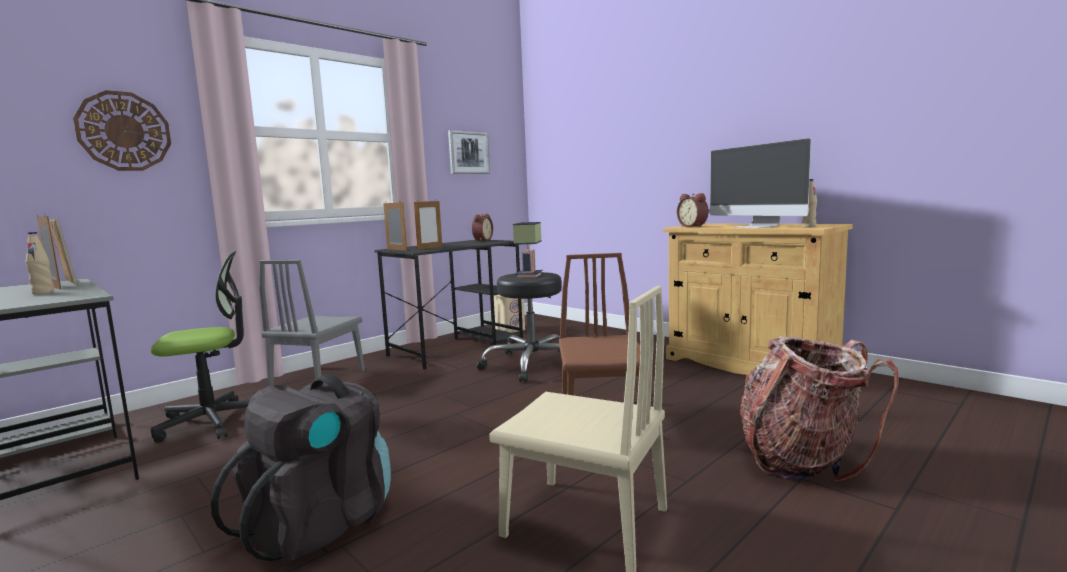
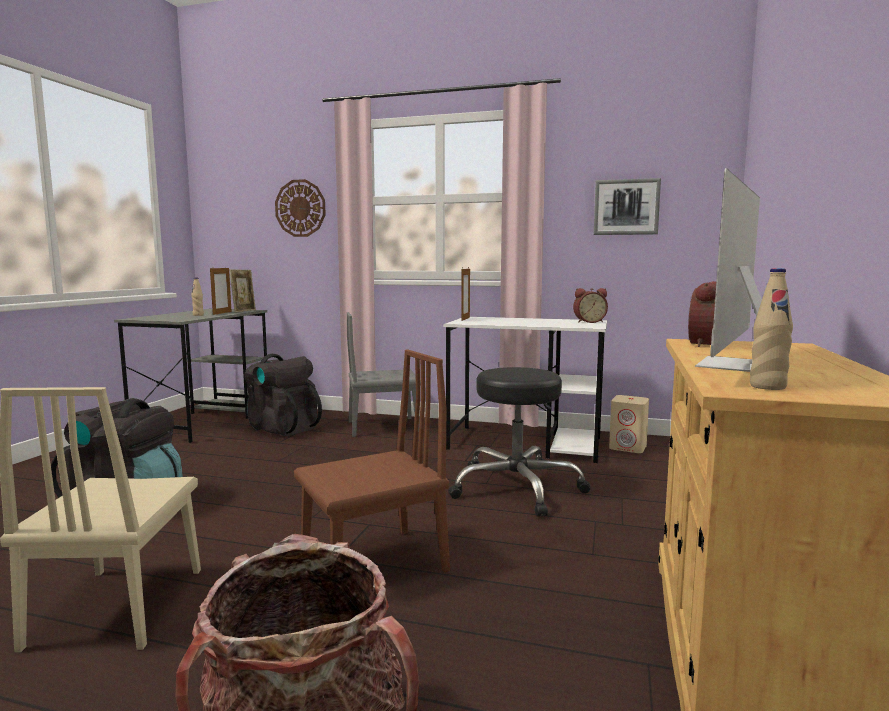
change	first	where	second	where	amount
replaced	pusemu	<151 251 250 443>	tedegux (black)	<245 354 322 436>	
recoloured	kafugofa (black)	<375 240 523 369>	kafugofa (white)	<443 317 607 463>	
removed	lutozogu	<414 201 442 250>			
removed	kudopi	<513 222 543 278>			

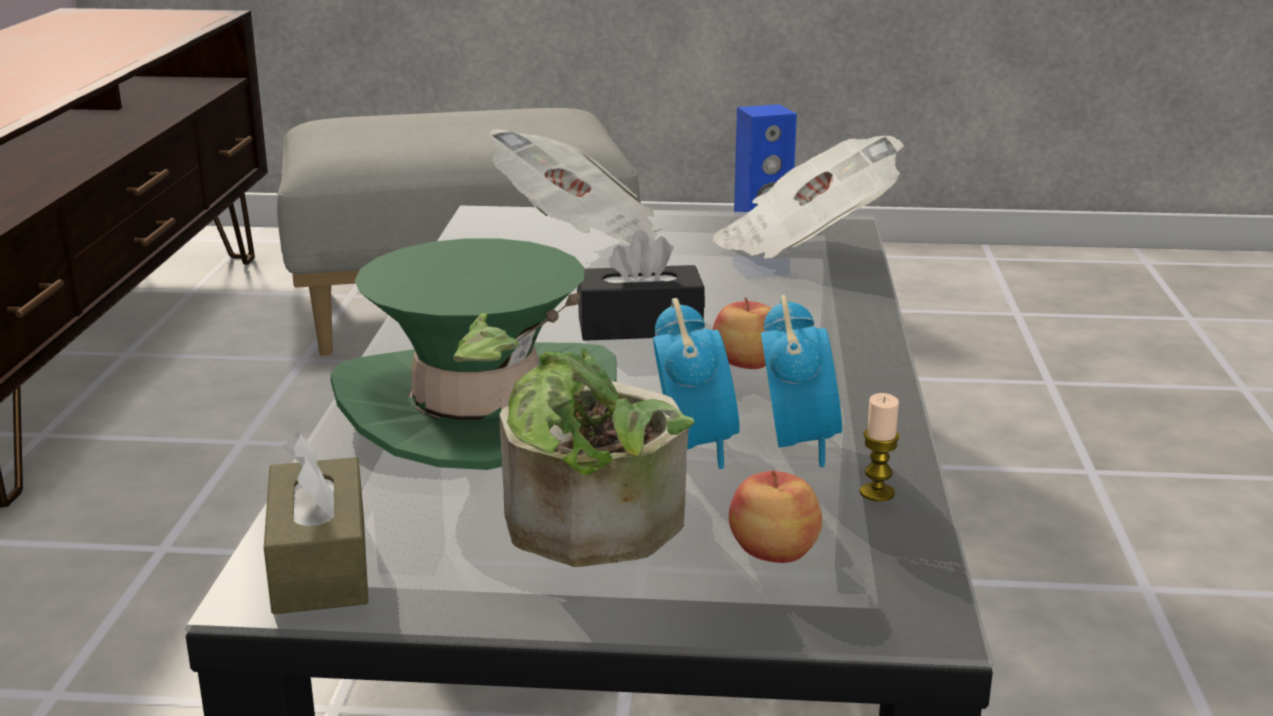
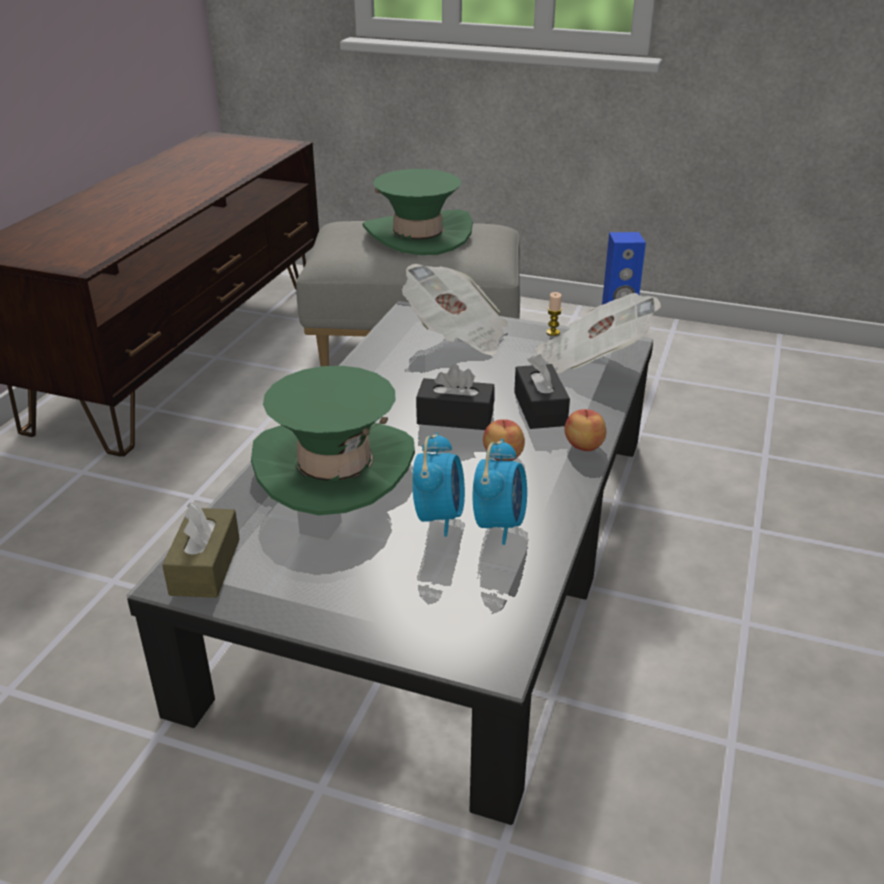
change	first	where	second	where	amount
removed	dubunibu	<453 313 694 567>			
moved	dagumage	<729 470 822 563>		<564 409 606 451>	
moved	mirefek	<860 393 900 502>		<546 292 562 336>	
added			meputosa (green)	<363 169 473 255>	
added			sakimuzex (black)	<514 354 570 429>	

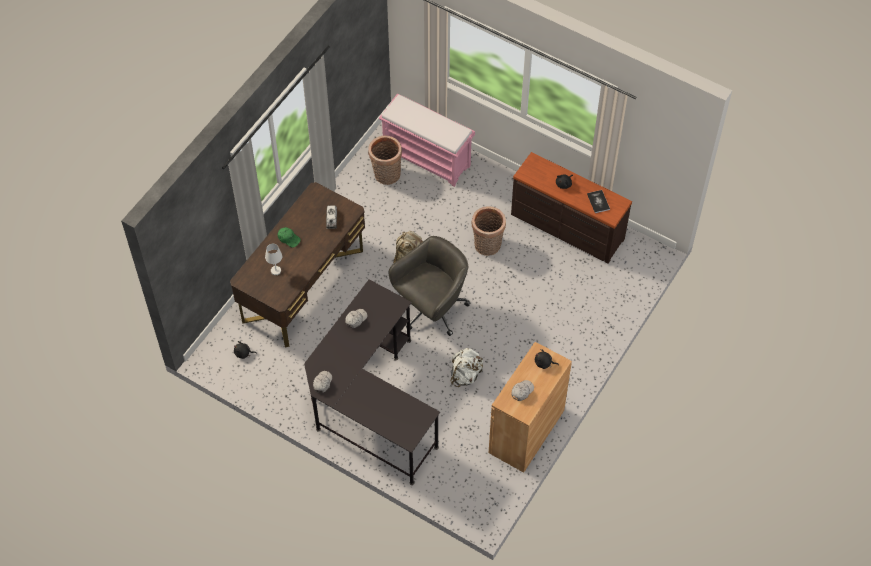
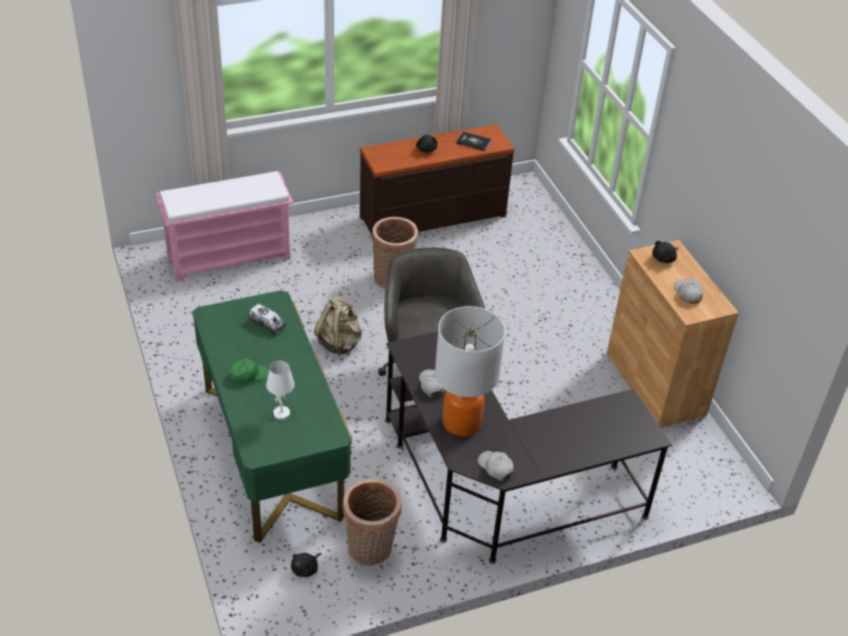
change	first	where	second	where	amount
recoloured	kafugofa (brown)	<230 182 365 347>	kafugofa (green)	<192 290 352 543>	
moved	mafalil	<368 136 402 185>		<343 479 402 566>	
removed	tedegux (white)	<450 348 483 387>			
added			kudopi	<435 306 505 436>	

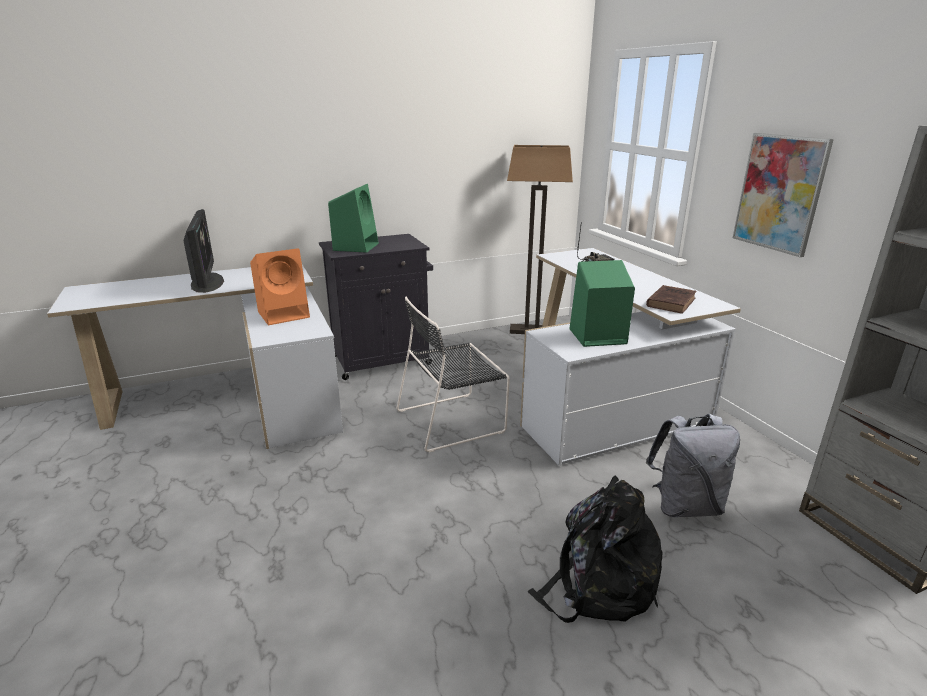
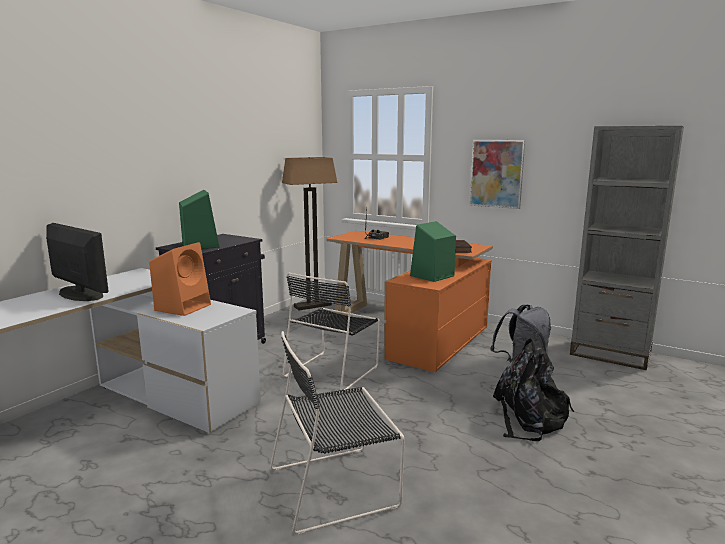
change	first	where	second	where	amount
recoloured	kafugofa (white)	<520 248 741 465>	kafugofa (orange)	<326 231 493 373>	
added			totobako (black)	<270 331 404 535>	

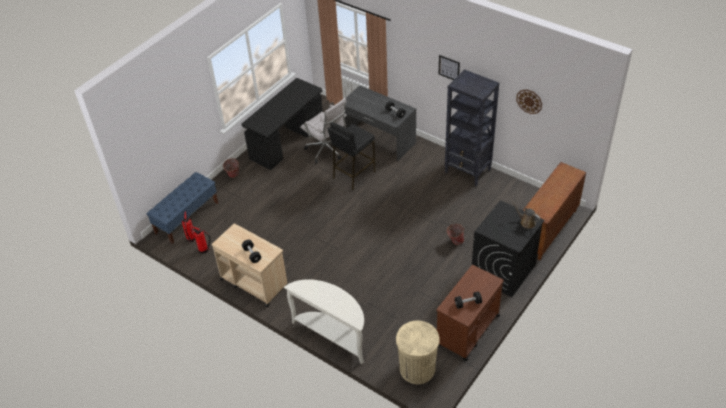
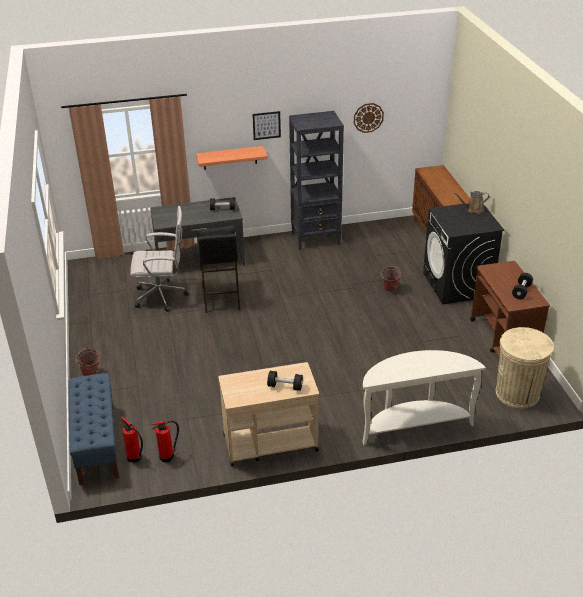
change	first	where	second	where	amount
removed	kafugofa (black)	<241 78 323 170>			
added			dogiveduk	<196 146 268 170>	

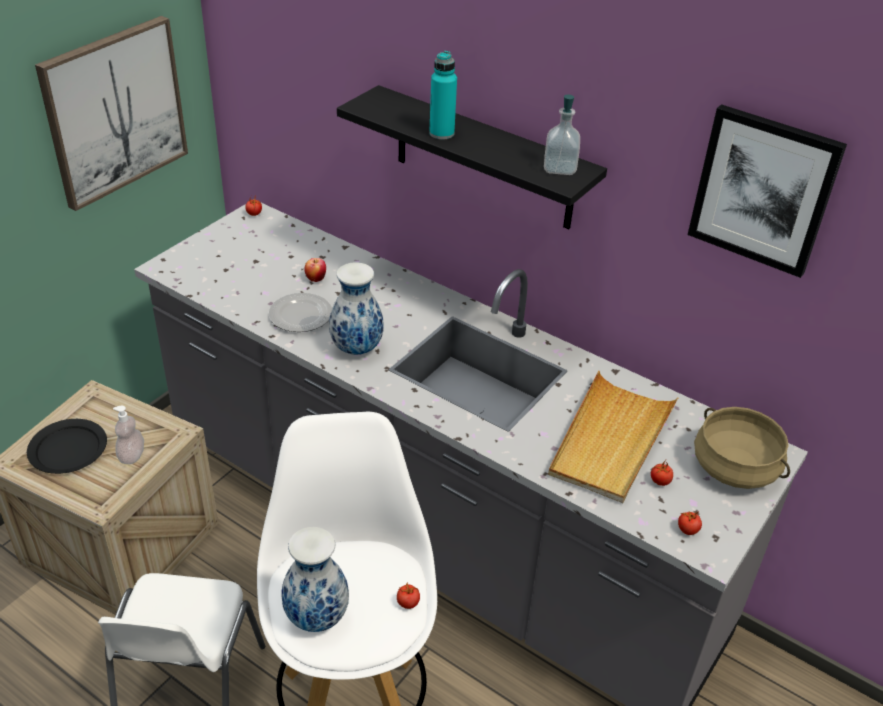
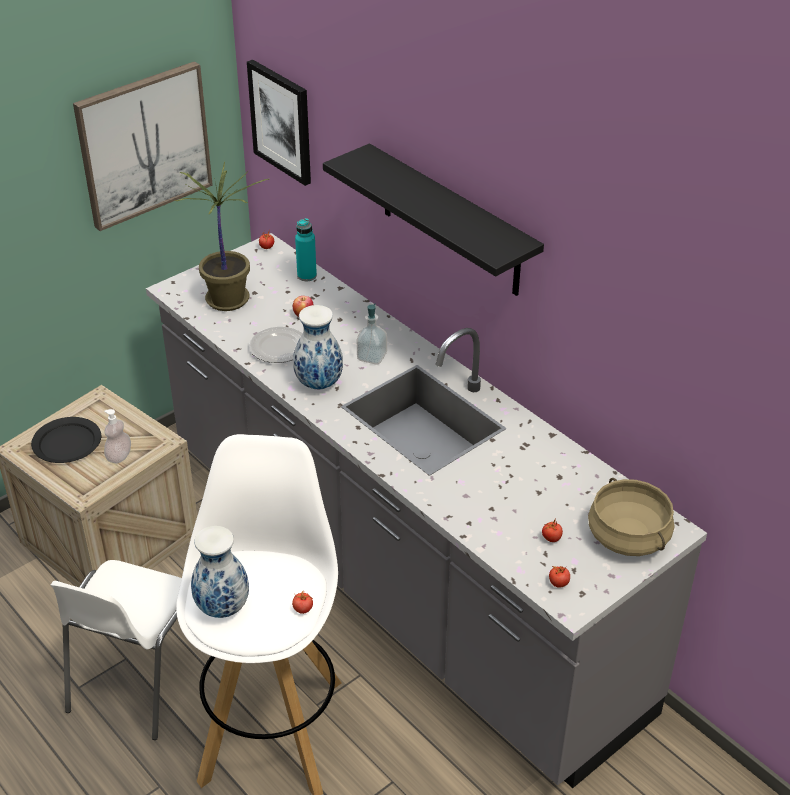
change	first	where	second	where	amount
moved	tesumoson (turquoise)	<429 51 457 139>		<295 218 317 281>	
moved	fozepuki	<544 95 580 175>		<357 304 387 364>	
removed	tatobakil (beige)	<548 371 678 503>			
moved	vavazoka	<688 104 847 278>		<247 60 311 186>	
added			dubunibu	<173 162 269 311>	

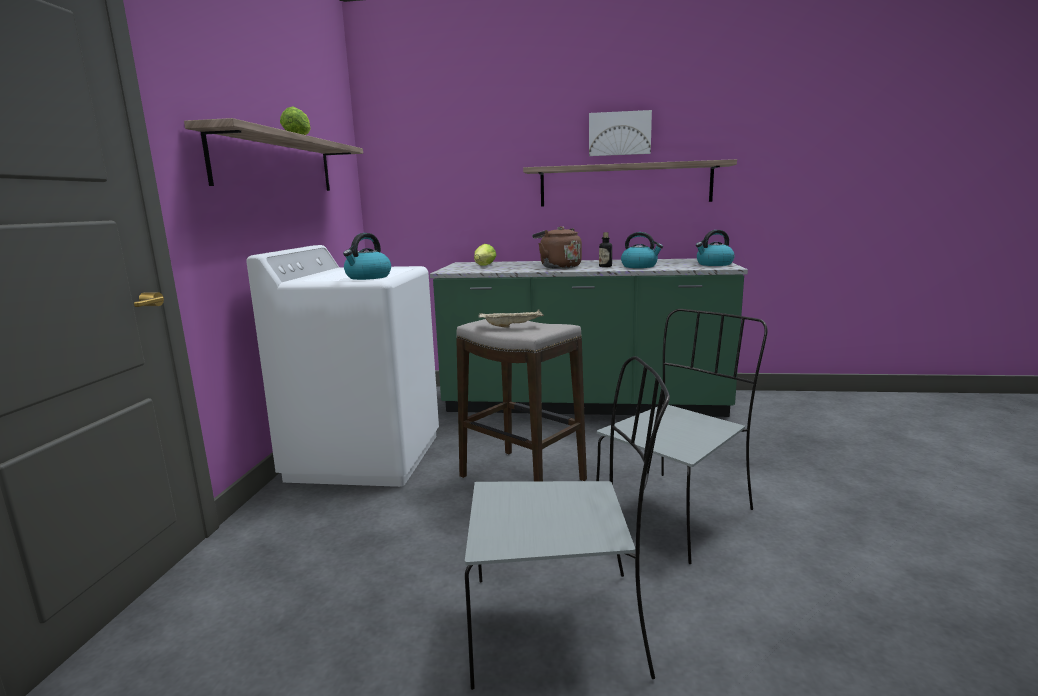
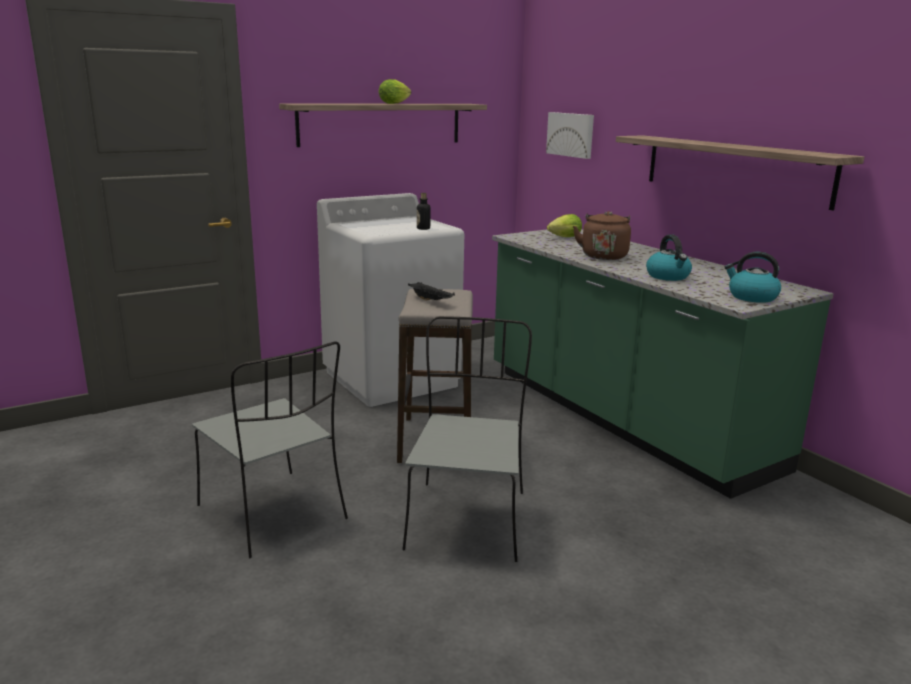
change	first	where	second	where	amount
removed	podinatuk	<343 233 391 280>			
recoloured	tatobakil (beige)	<478 310 544 327>	tatobakil (black)	<408 282 455 301>	
moved	vavazoka	<589 110 652 156>		<546 112 594 159>	
turned	totobako (grey)	<596 309 768 564>		<402 316 532 562>	90 degrees counterclockwise
moved	tesumoson	<599 232 612 267>		<417 193 430 230>	

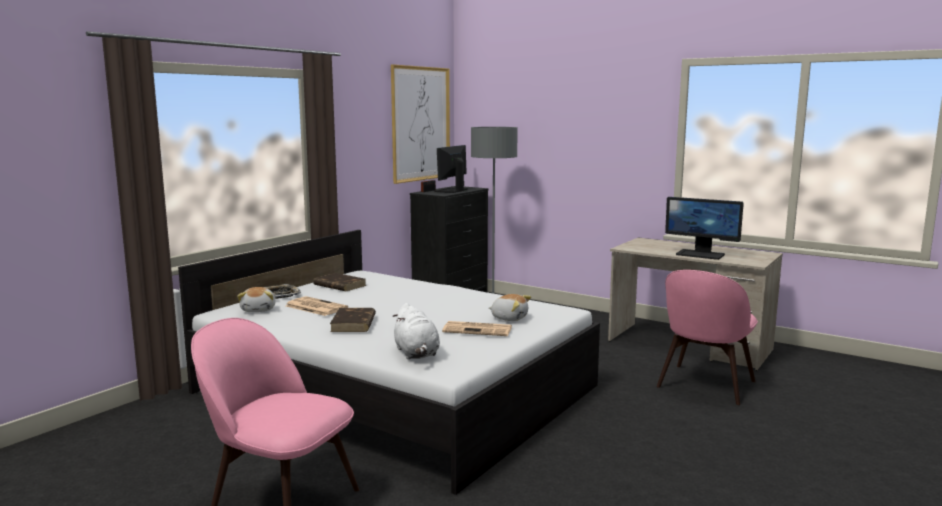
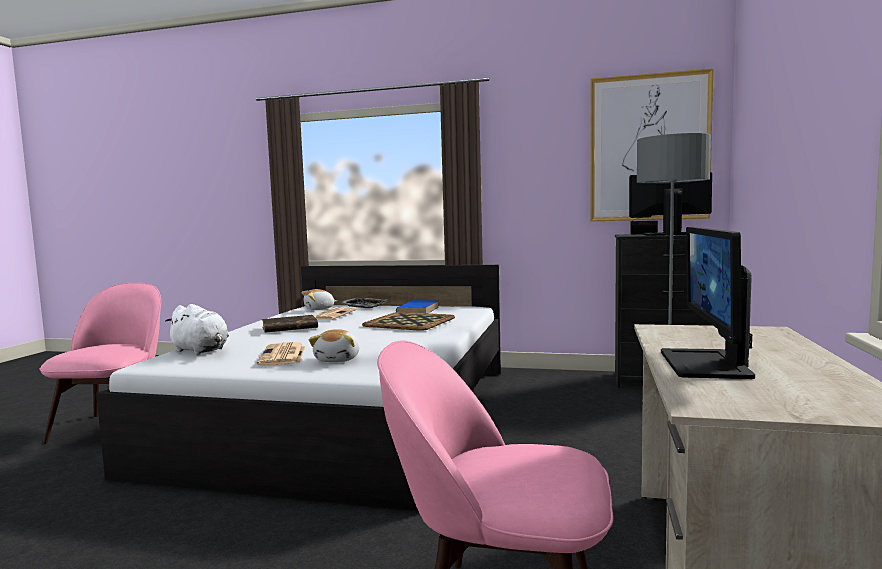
change	first	where	second	where	amount
recoloured	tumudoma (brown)	<313 273 367 291>	tumudoma (blue)	<396 300 439 313>	
turned	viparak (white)	<392 303 440 359>		<165 304 229 355>	105 degrees counterclockwise
added			tatobakil	<362 312 455 331>	

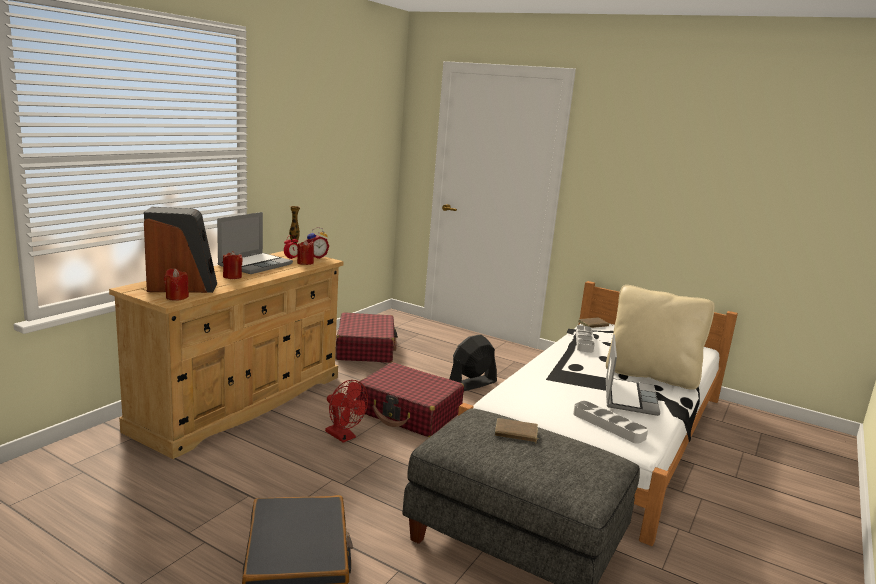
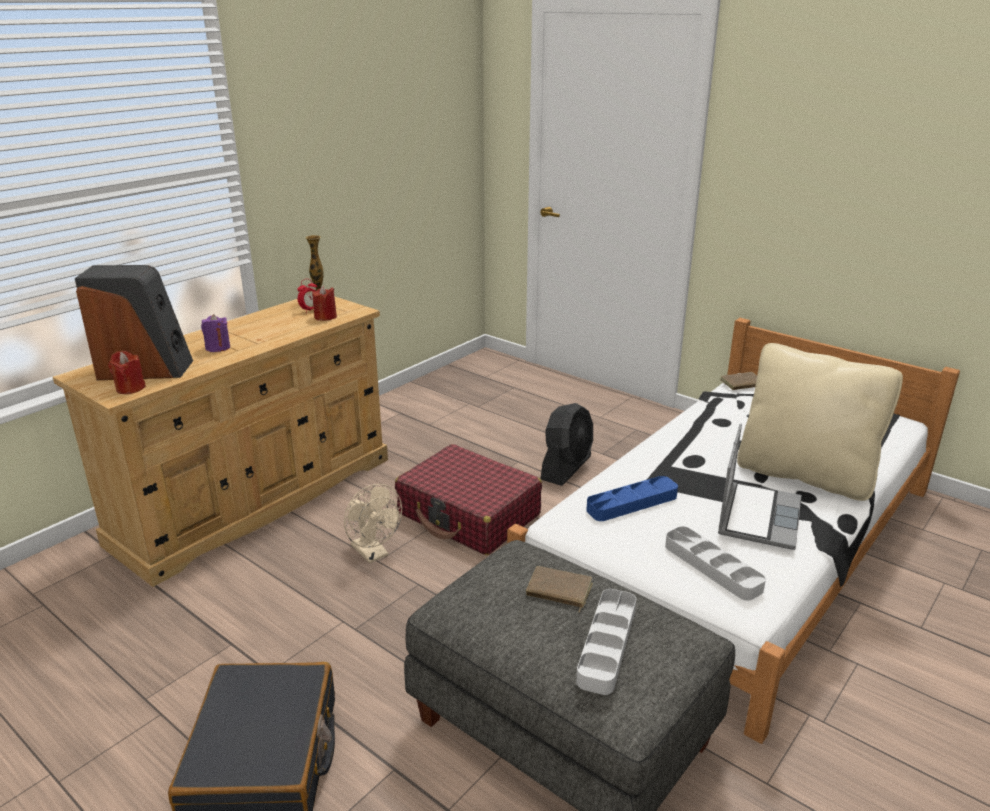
change	first	where	second	where	amount
removed	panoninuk	<217 212 293 274>			
recoloured	mirefek (red)	<223 251 243 279>	mirefek (purple)	<201 314 230 352>	
removed	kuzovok	<307 227 329 259>			
recoloured	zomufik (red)	<325 380 368 443>	zomufik (beige)	<344 484 402 563>	
removed	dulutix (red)	<336 312 398 363>			
turned	zomufik (black)	<449 335 497 391>		<541 403 593 486>	150 degrees clockwise
moved	tatobakil (grey)	<576 325 595 353>		<576 589 636 695>	
added			tatobakil (blue)	<586 476 678 521>	

